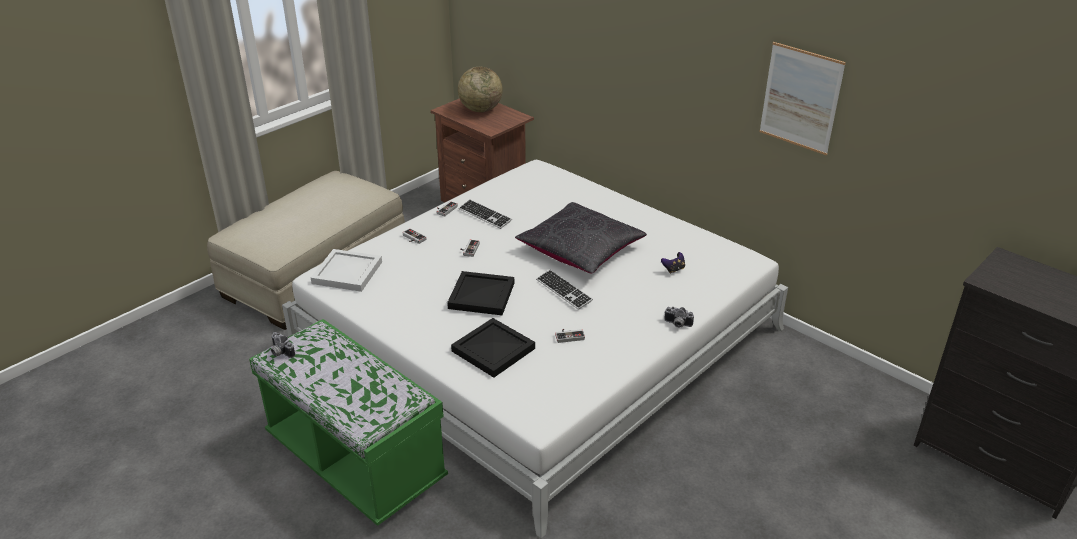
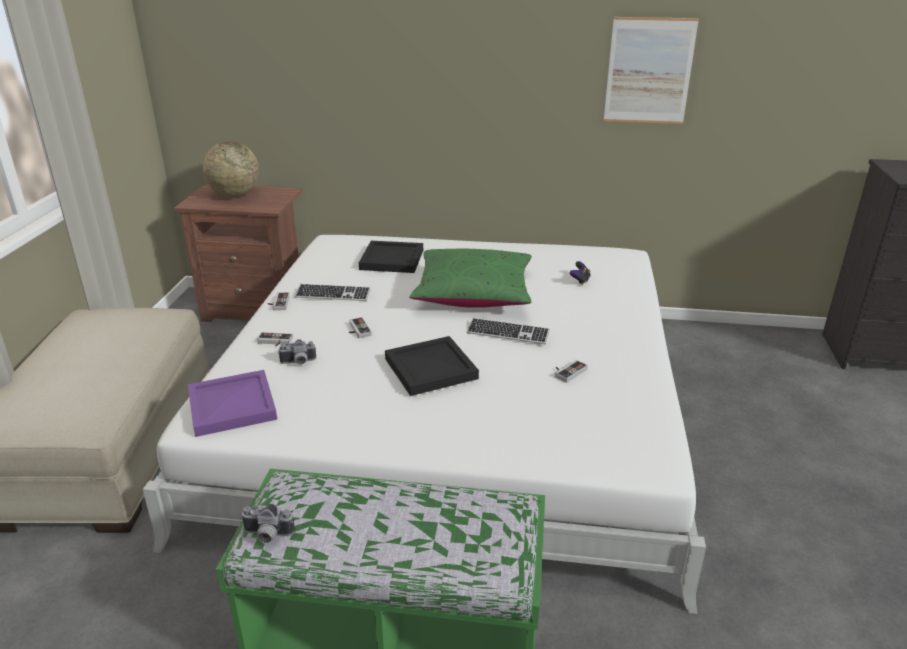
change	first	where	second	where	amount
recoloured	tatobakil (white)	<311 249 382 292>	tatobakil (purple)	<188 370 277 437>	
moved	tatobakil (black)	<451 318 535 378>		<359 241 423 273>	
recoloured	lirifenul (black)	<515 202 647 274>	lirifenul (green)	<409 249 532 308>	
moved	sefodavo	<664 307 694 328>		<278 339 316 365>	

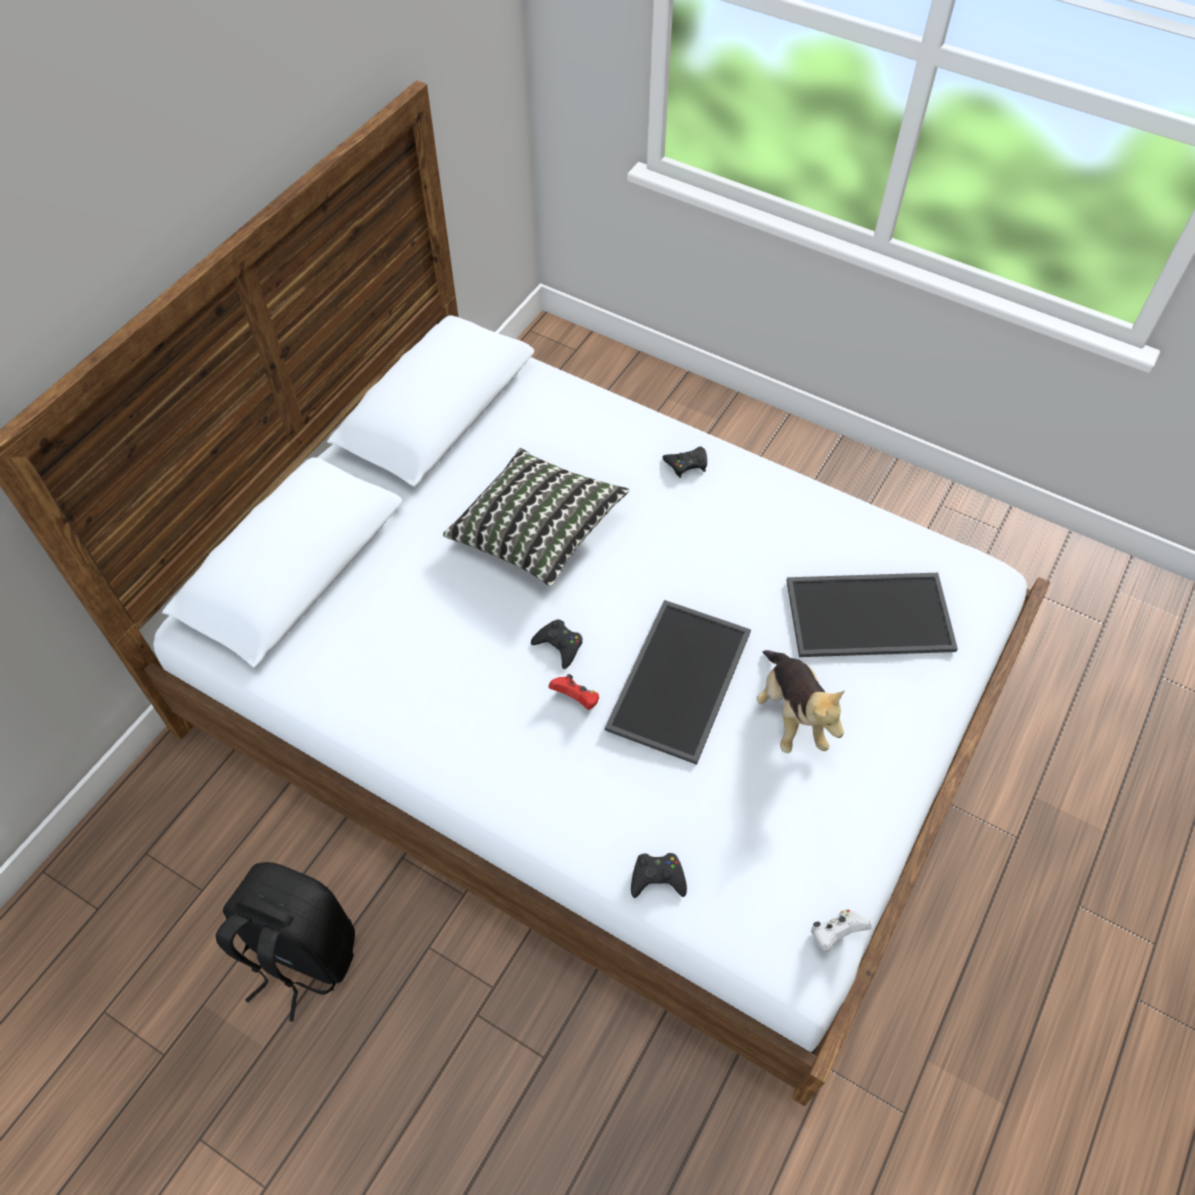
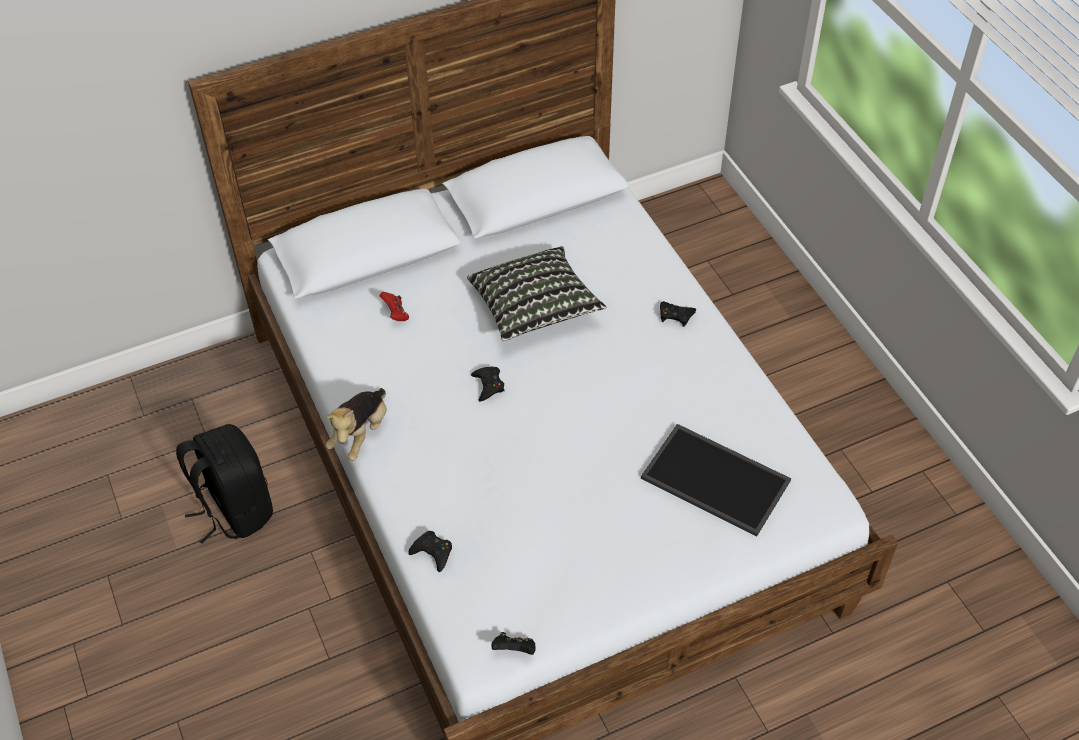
change	first	where	second	where	amount
moved	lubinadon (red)	<549 674 599 710>		<380 292 409 321>	
removed	tatobakil	<605 600 751 765>			
moved	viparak	<757 650 844 753>		<326 388 387 461>	
recoloured	lubinadon (white)	<811 909 872 952>	lubinadon (black)	<492 632 536 655>	

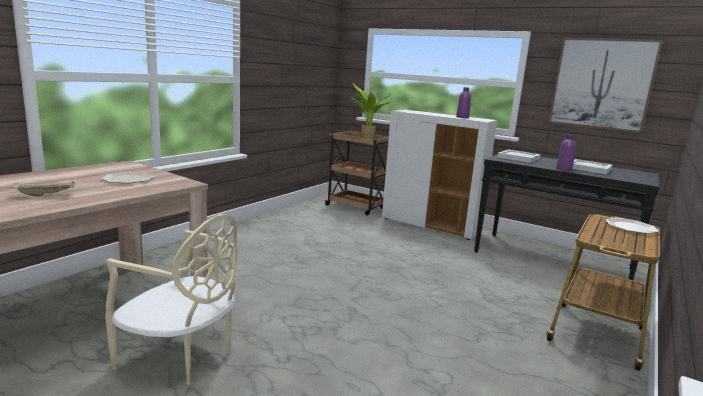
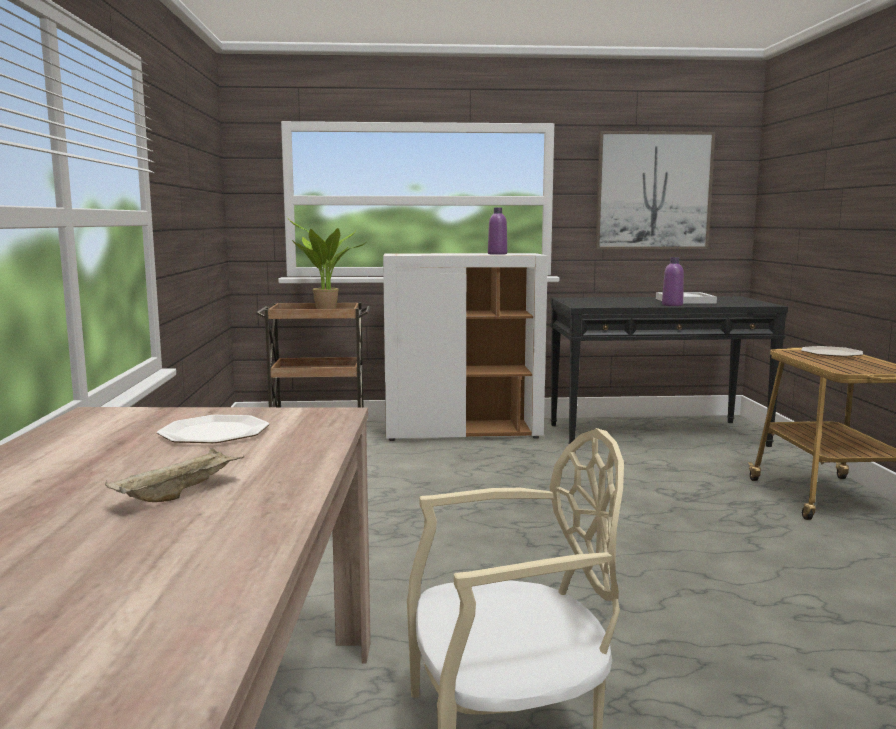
change	first	where	second	where	amount
removed	tatobakil (white)	<497 150 541 163>			

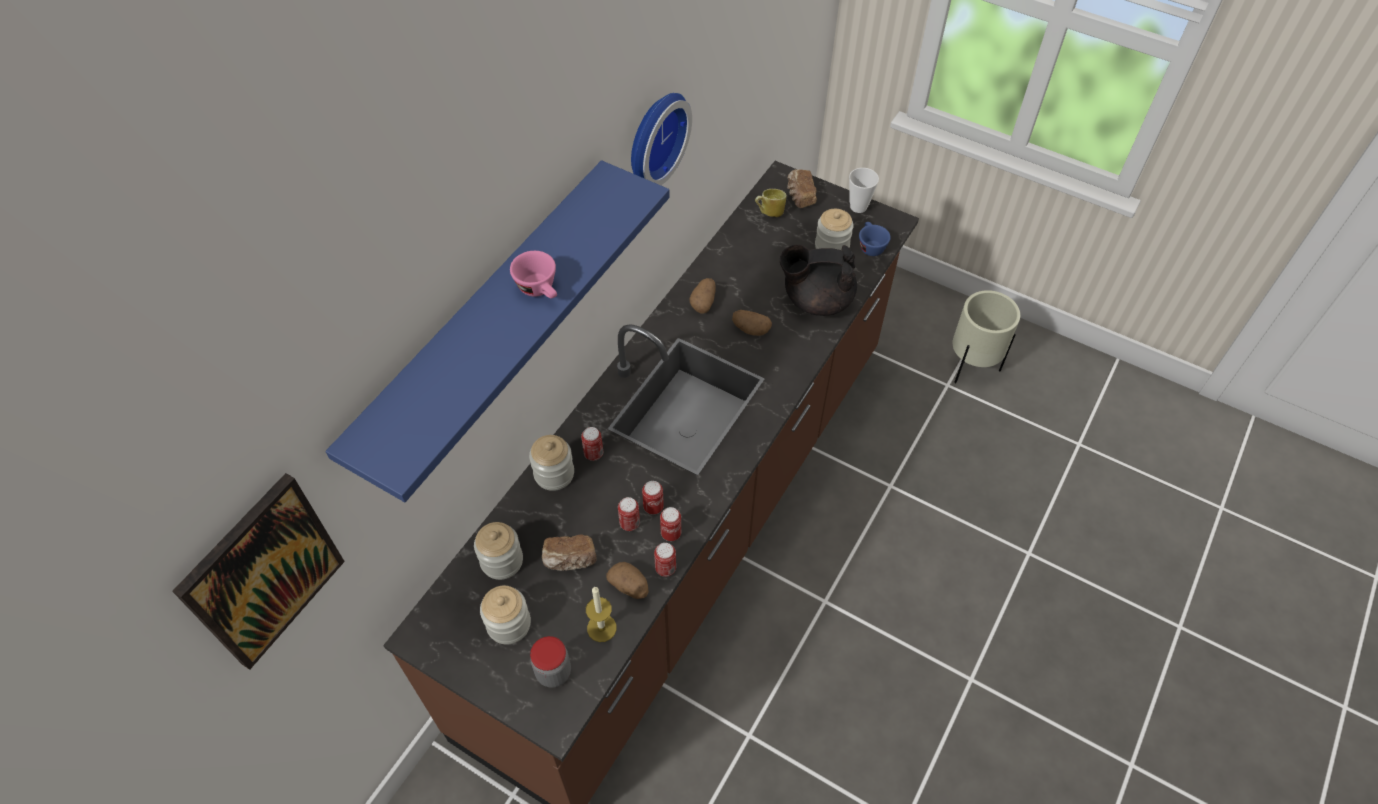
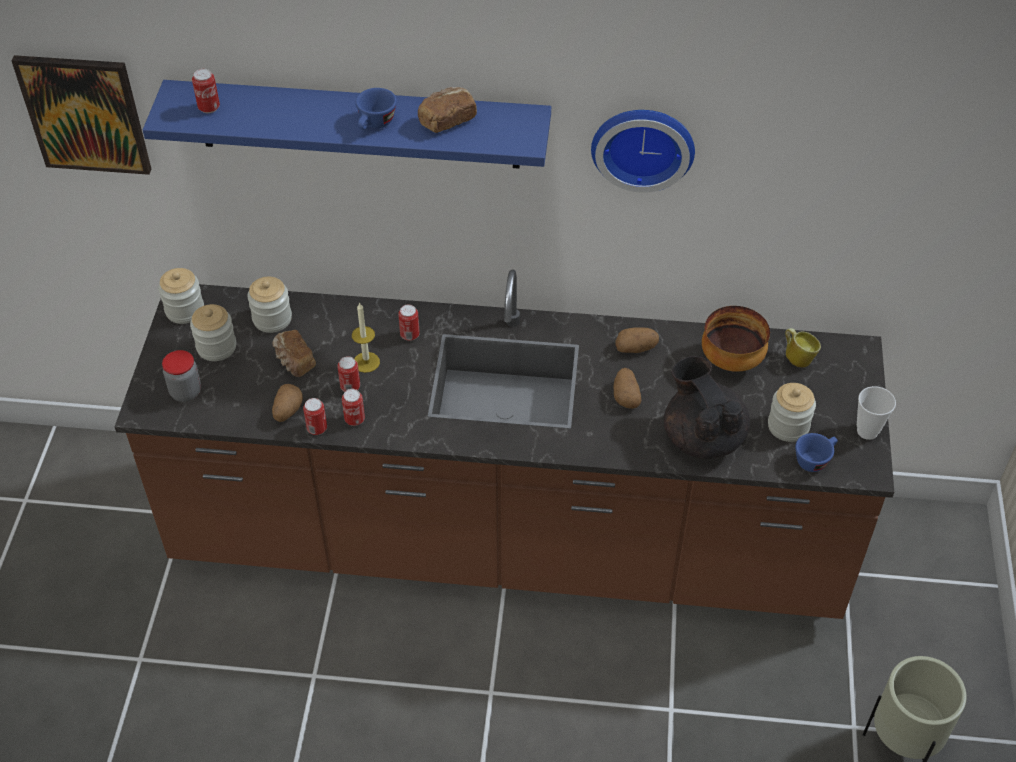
change	first	where	second	where	amount
recoloured	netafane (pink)	<510 251 557 298>	netafane (blue)	<356 88 397 130>	
moved	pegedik	<529 435 574 491>		<158 268 204 324>	
moved	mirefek	<586 587 617 642>		<352 302 380 373>	
moved	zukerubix	<642 481 664 515>		<192 69 220 113>	
moved	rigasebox	<787 169 817 208>		<418 87 477 133>	
added			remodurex	<702 306 770 372>	

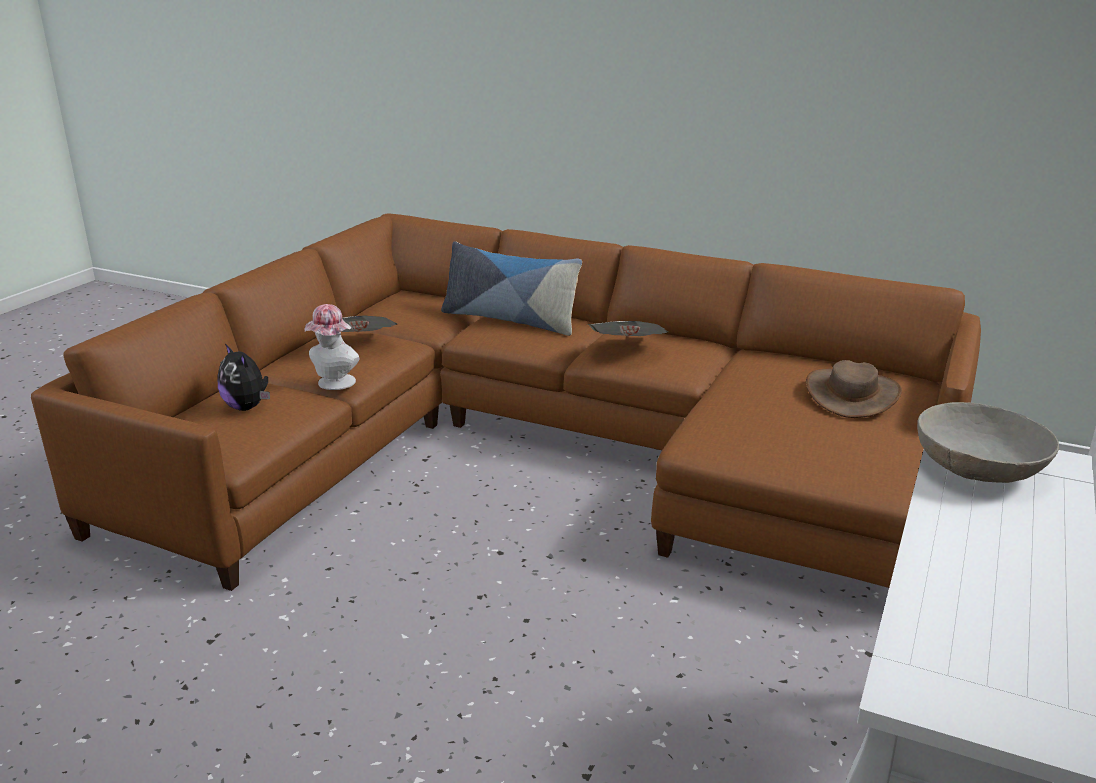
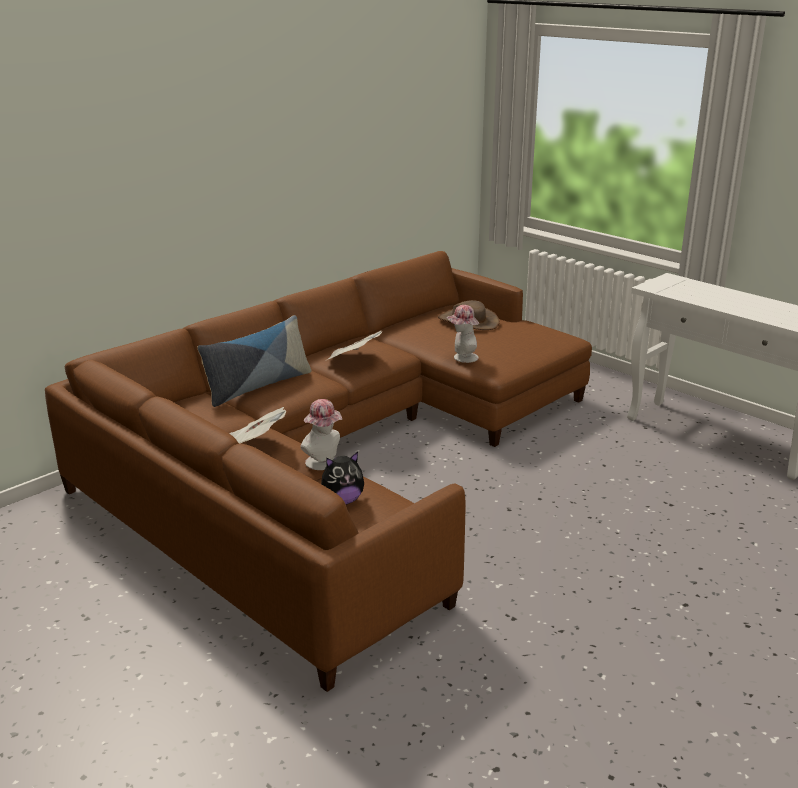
change	first	where	second	where	amount
removed	remodurex (grey)	<917 402 1059 483>			
added			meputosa	<447 305 479 363>	

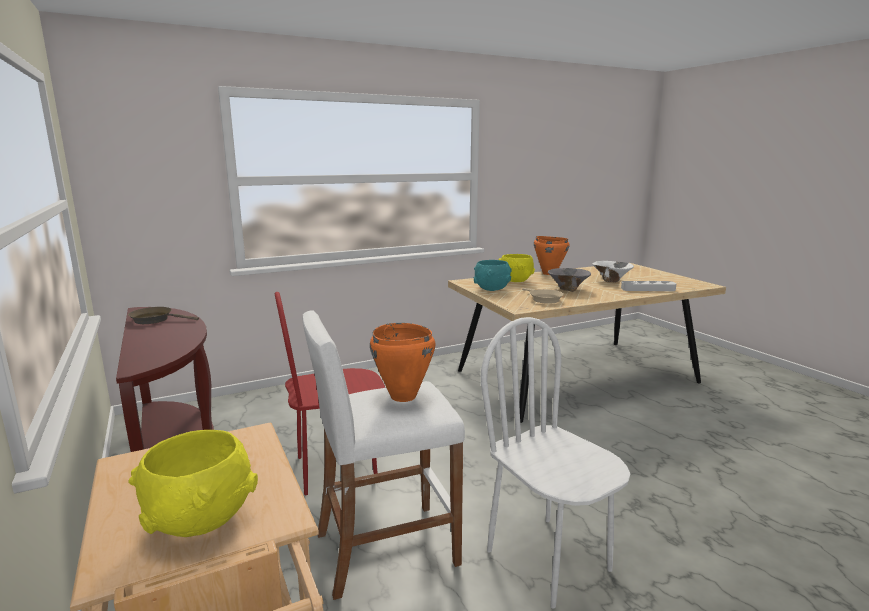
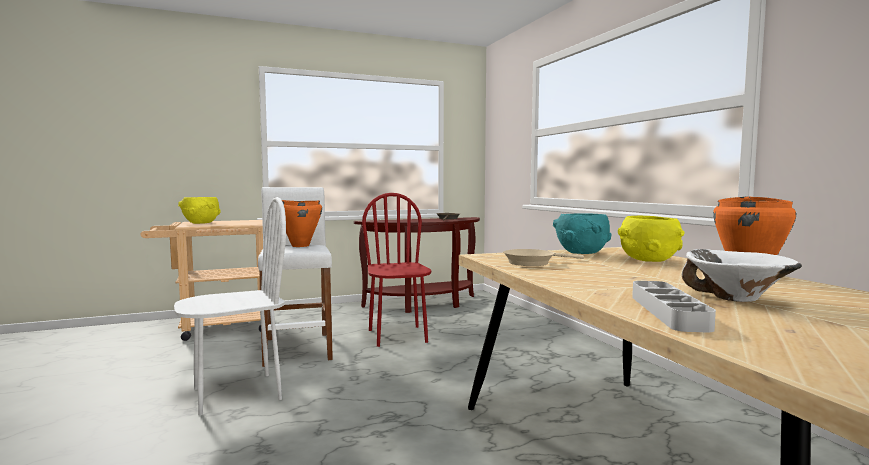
change	first	where	second	where	amount
removed	remodurex (grey)	<548 268 591 292>			

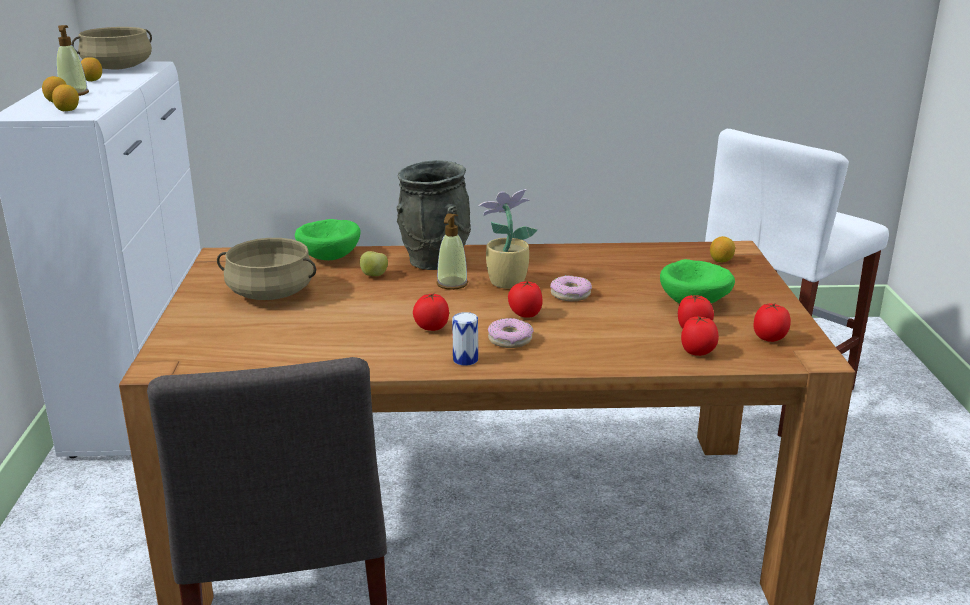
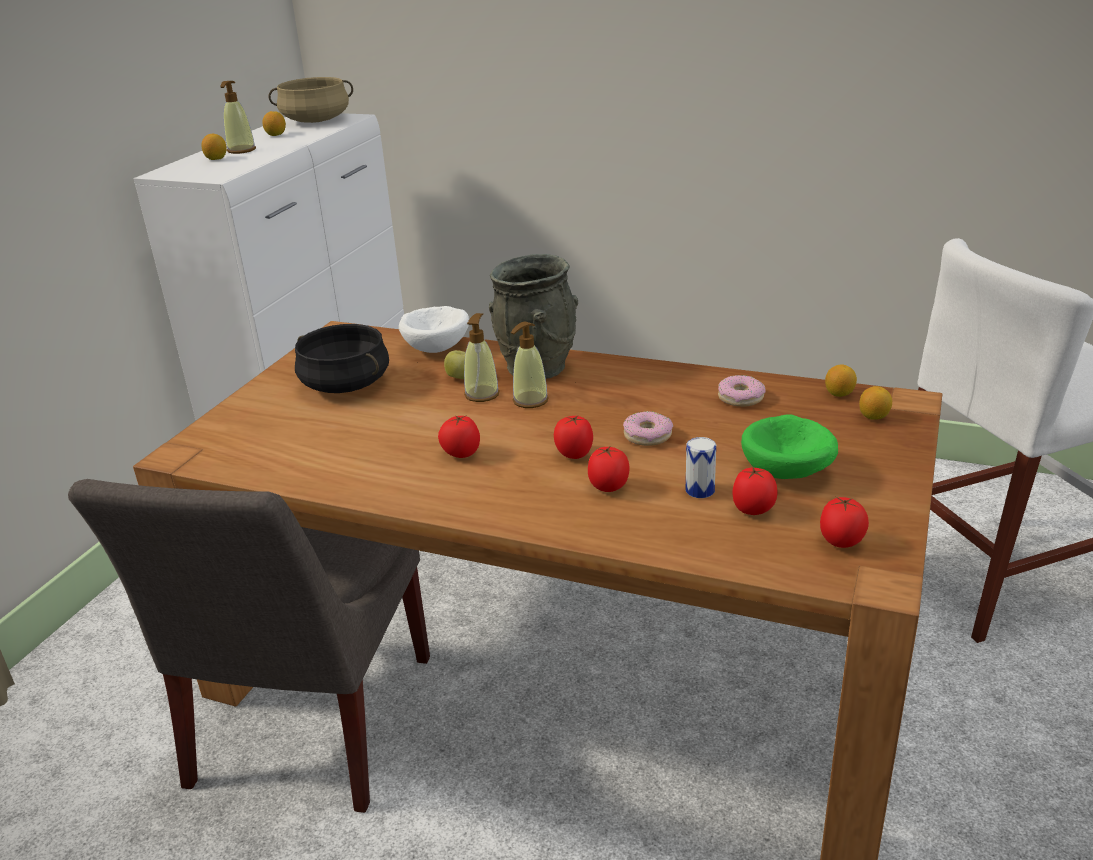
change	first	where	second	where	amount
moved	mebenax	<52 84 79 111>		<825 364 857 397>	
recoloured	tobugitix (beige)	<217 238 316 300>	tobugitix (black)	<295 324 389 393>	
recoloured	remodurex (green)	<295 219 360 260>	remodurex (white)	<399 306 469 353>	
moved	zukerubix	<452 312 478 366>		<686 437 716 498>	
removed	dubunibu	<478 189 538 289>			
moved	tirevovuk	<488 318 533 348>		<718 375 766 407>	
moved	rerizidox	<681 316 719 356>		<588 446 630 492>	
added			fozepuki	<464 313 500 402>	

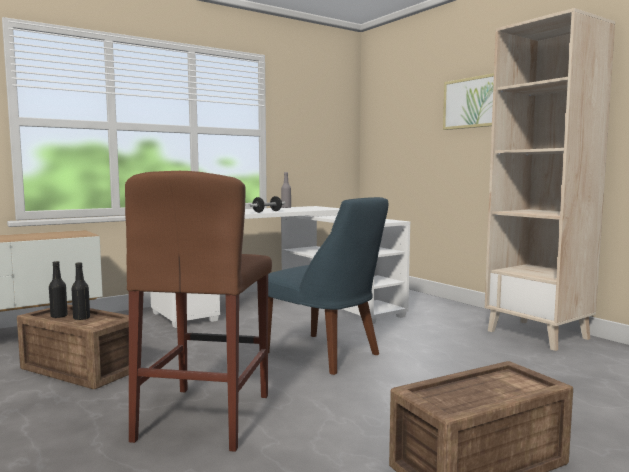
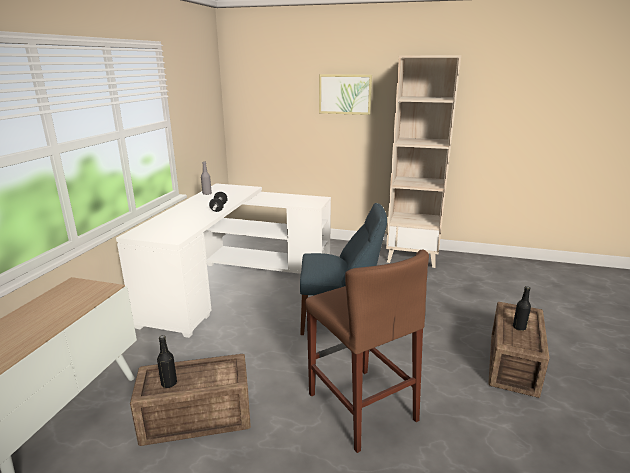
change	first	where	second	where	amount
moved	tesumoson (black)	<72 262 90 320>		<513 286 531 331>	

